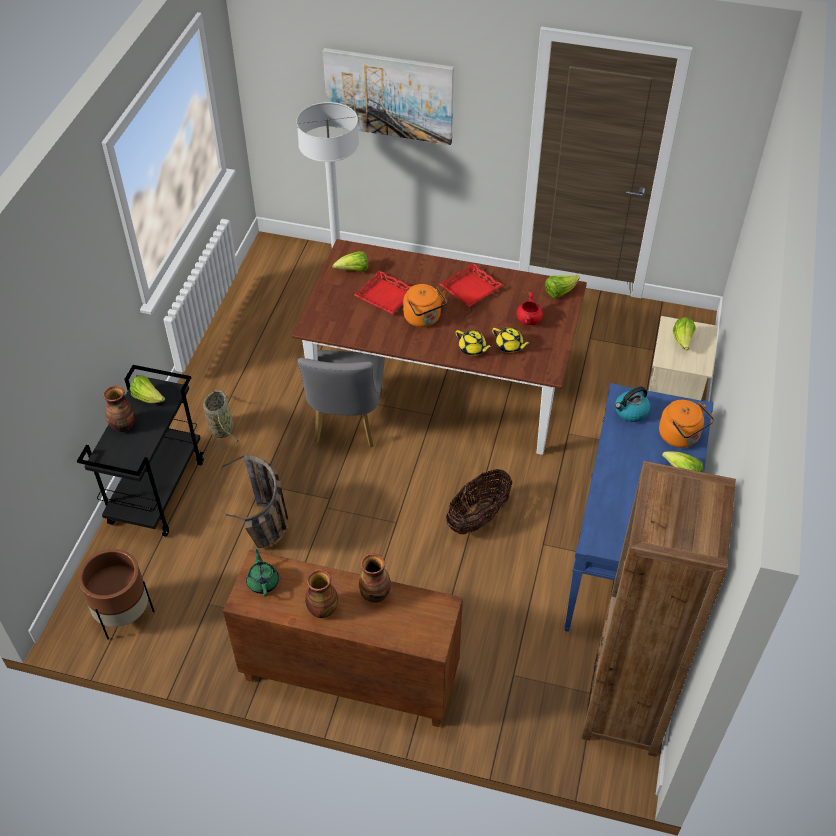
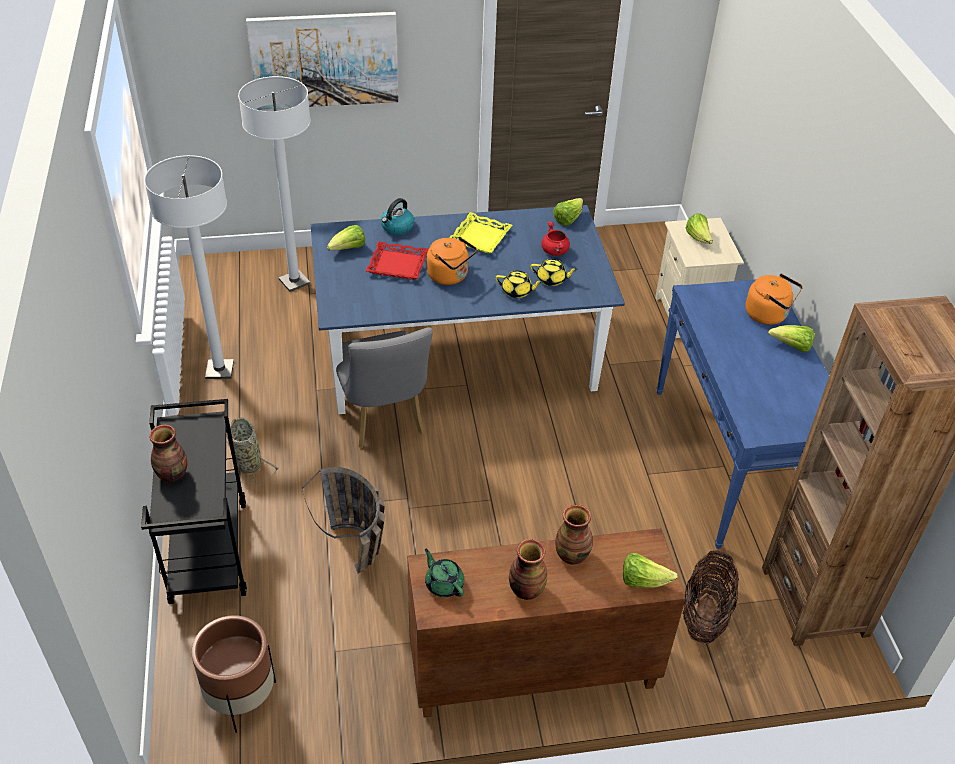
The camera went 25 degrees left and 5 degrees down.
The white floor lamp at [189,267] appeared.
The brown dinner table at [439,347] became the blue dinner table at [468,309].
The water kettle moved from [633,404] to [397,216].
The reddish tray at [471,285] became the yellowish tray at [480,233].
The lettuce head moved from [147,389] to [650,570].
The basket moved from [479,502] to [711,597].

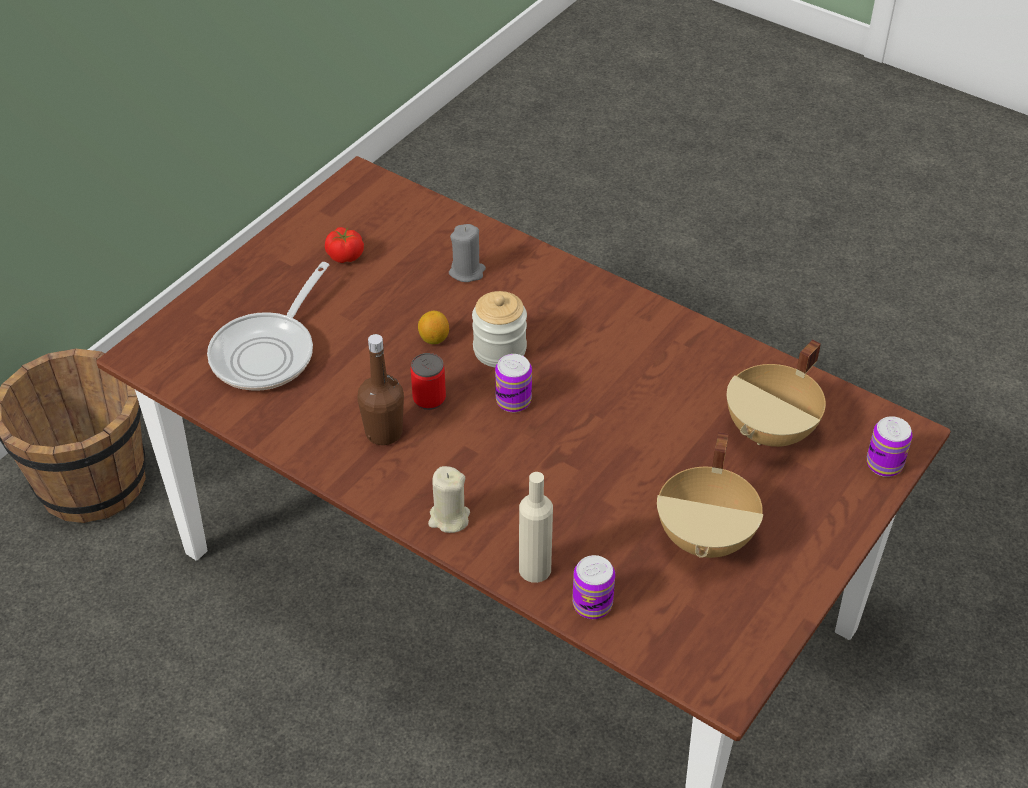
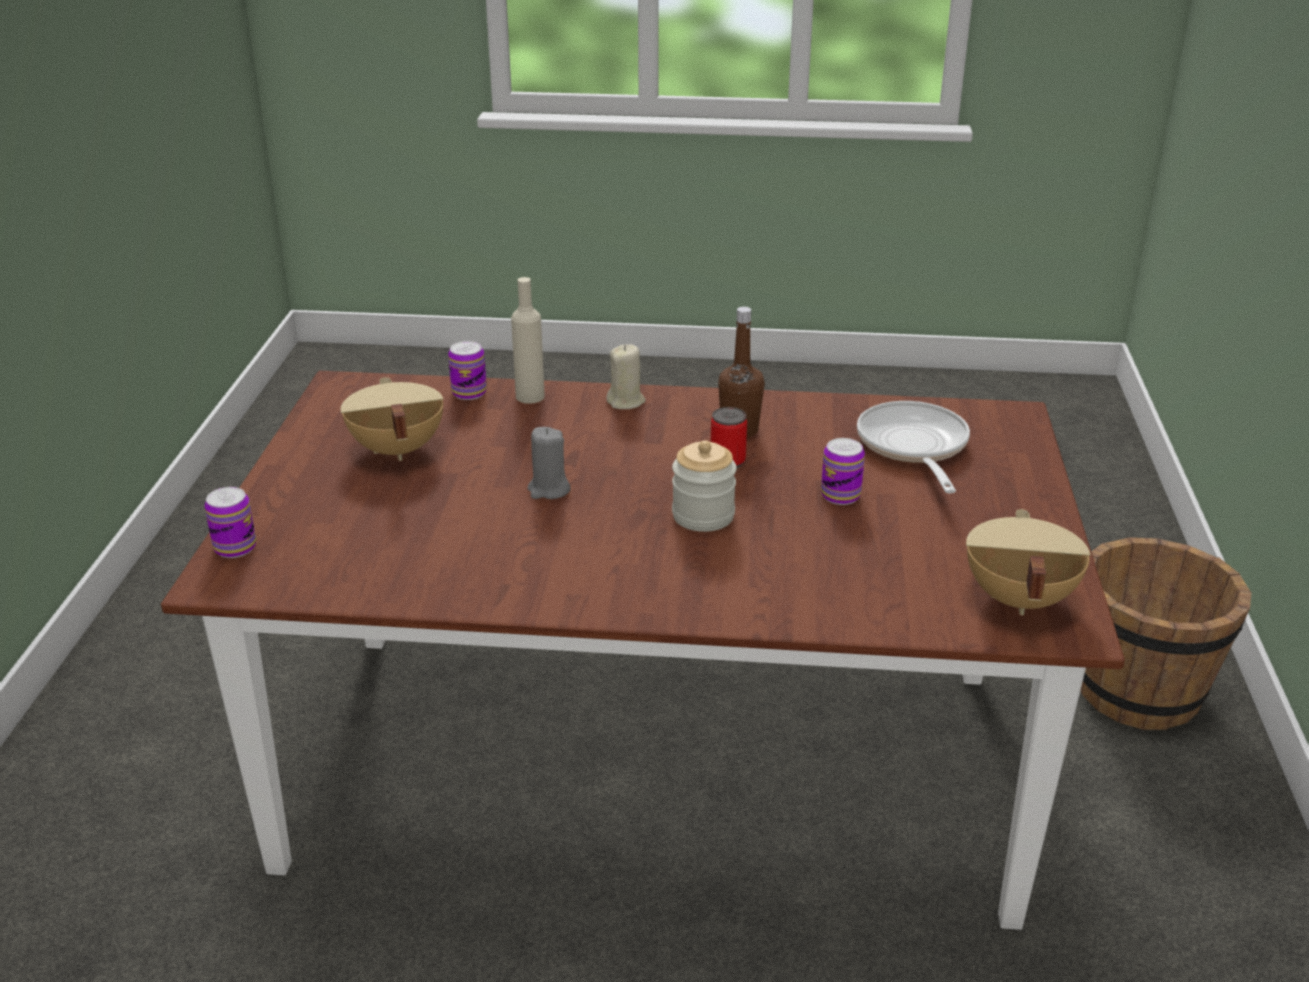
The camera went 150 degrees right and 15 degrees down.
The grey wax light moved from [467,253] to [549,463].
The metal can moved from [513,383] to [843,471].
The beige-coloured cooking pot moved from [776,393] to [1028,562].
The fresh tomato at [344,245] disappeared.
The lemon at [433,327] disappeared.

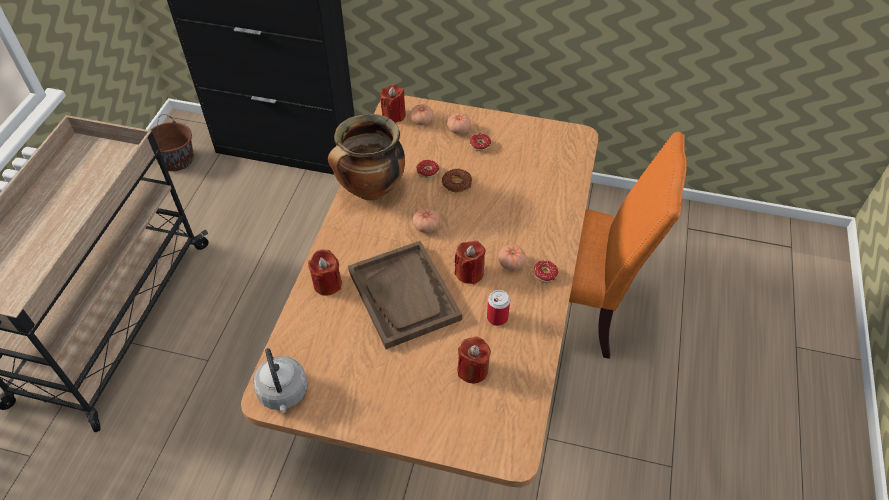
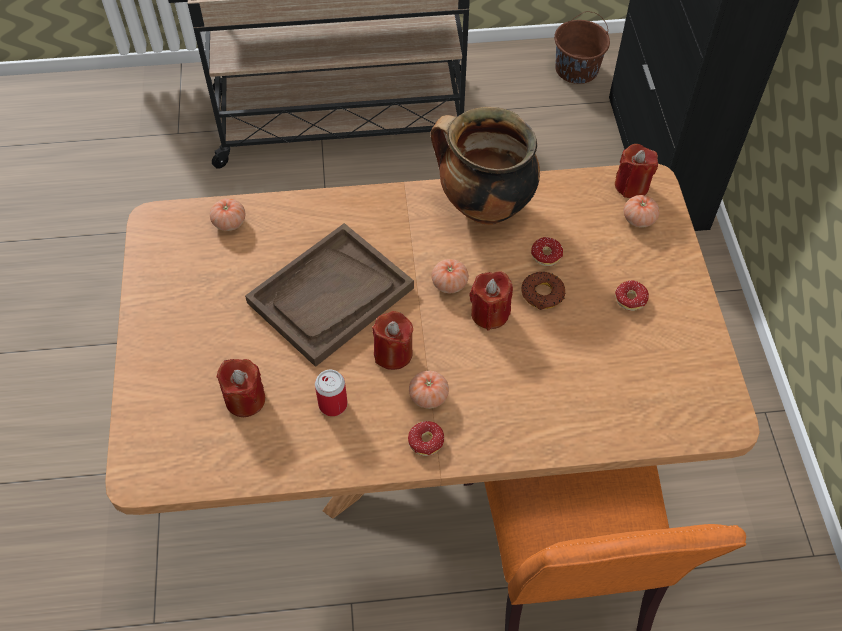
The camera went 70 degrees right and 5 degrees up.
The fresh tomato moved from [459,123] to [227,214].
The reddish wax light moved from [325,272] to [491,301].
The grey water kettle at [280,380] disappeared.

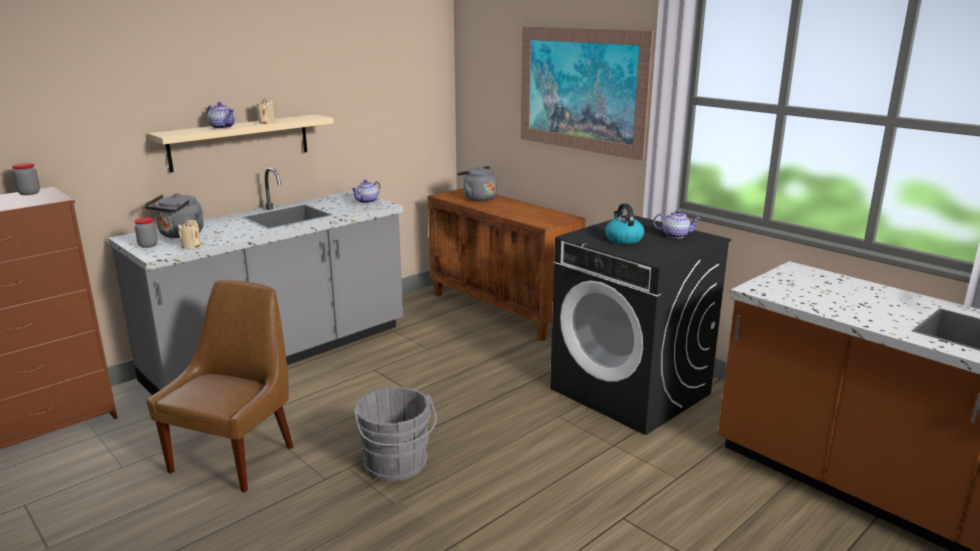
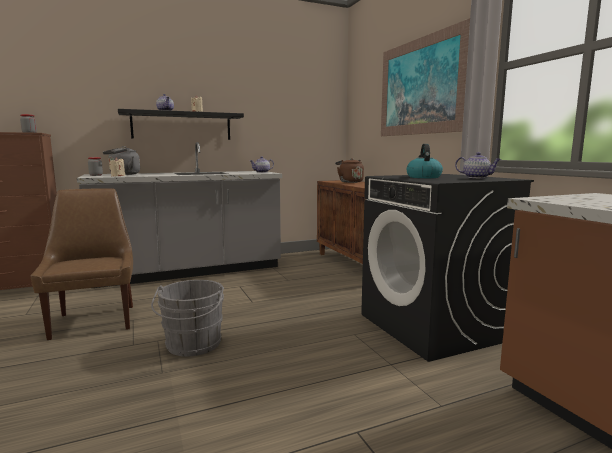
The camera went 20 degrees right and 10 degrees down.
The brown plain chair at [219,386] turned 60 degrees counterclockwise.
The beige-coloured shelf at [241,143] became the black shelf at [181,124].
The grey water kettle at [477,183] became the brown water kettle at [349,170].

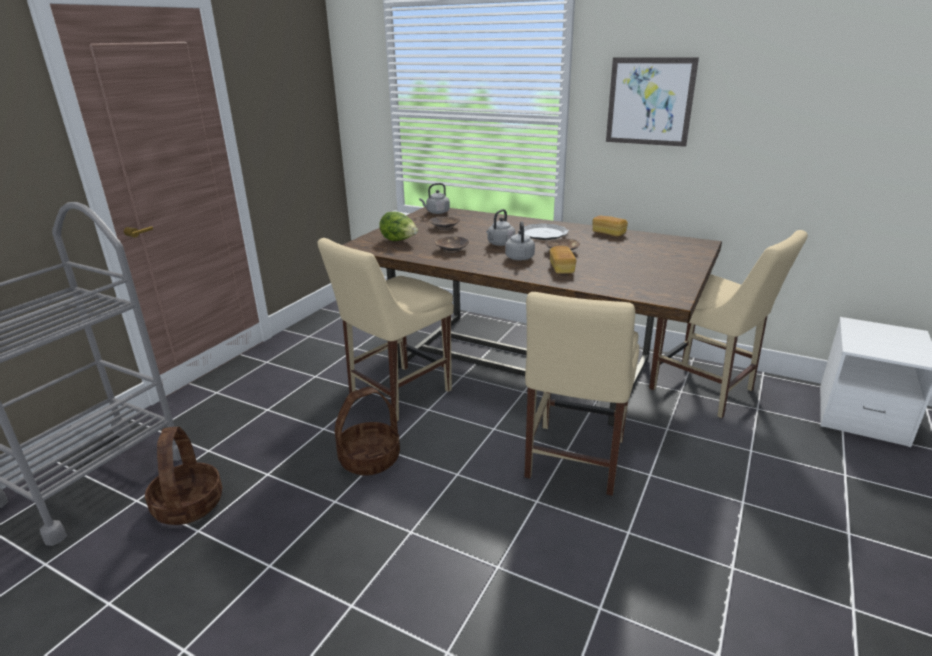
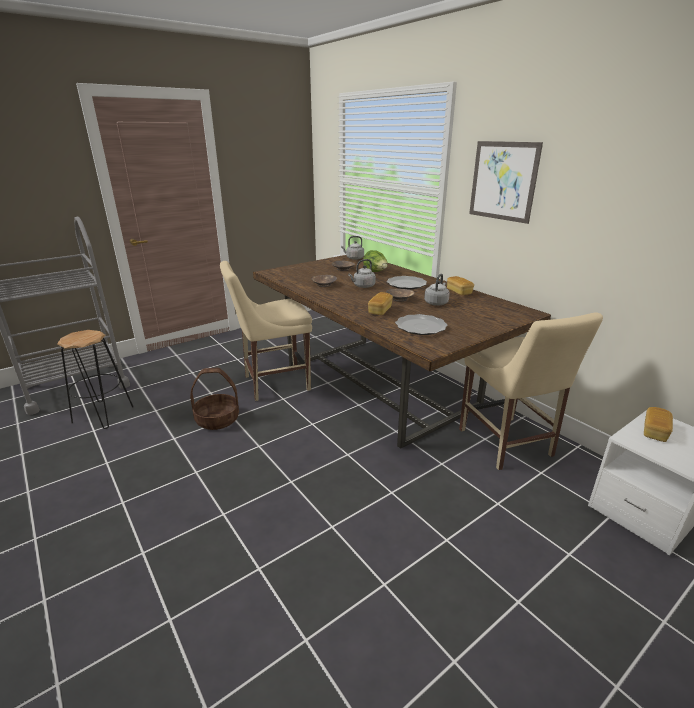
The camera went 25 degrees right and 0 degrees up.
The basket at [183,476] was replaced by the black stool at [95,379].
The lettuce head moved from [398,226] to [375,261].
The flat dish at [421,324] appeared.
The grey water kettle moved from [520,240] to [437,289].
The baked bread at [658,424] appeared.
The beige-coloured plain chair at [581,394] disappeared.

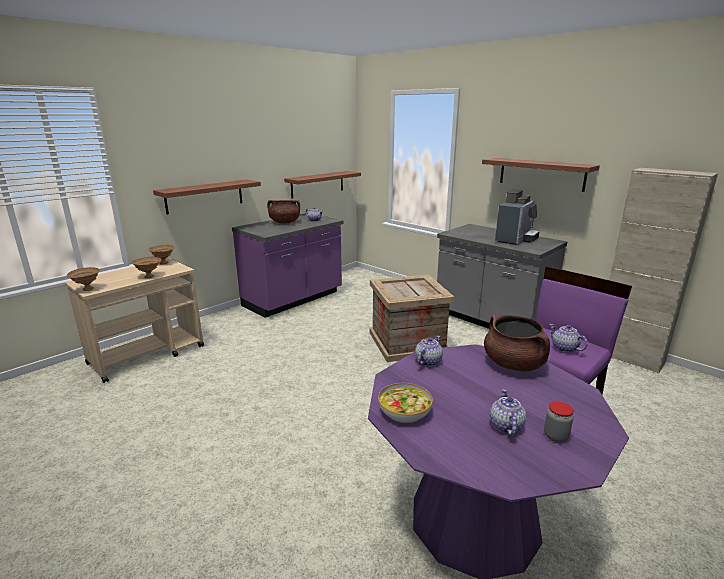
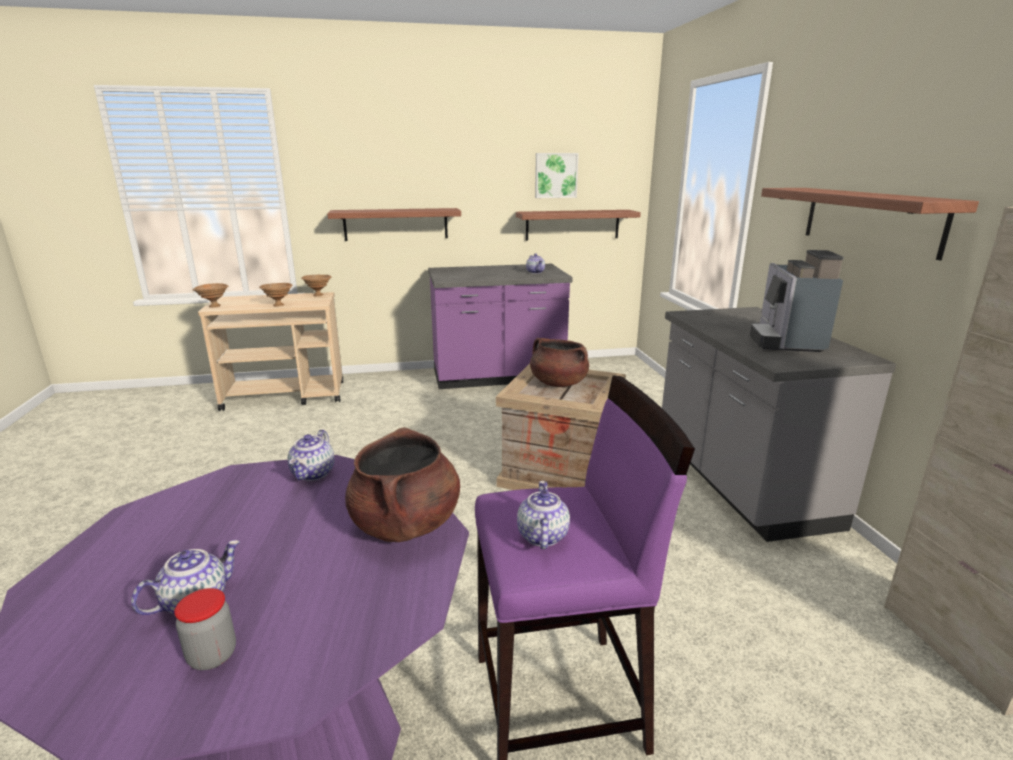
The camera went 35 degrees right and 0 degrees up.
The teapot at [429,351] turned 120 degrees clockwise.
The brown cooking pot moved from [283,212] to [559,362].
The wall art at [557,175] appeared.
The coffee maker at [517,217] turned 120 degrees clockwise.
The bowl at [405,403] disappeared.

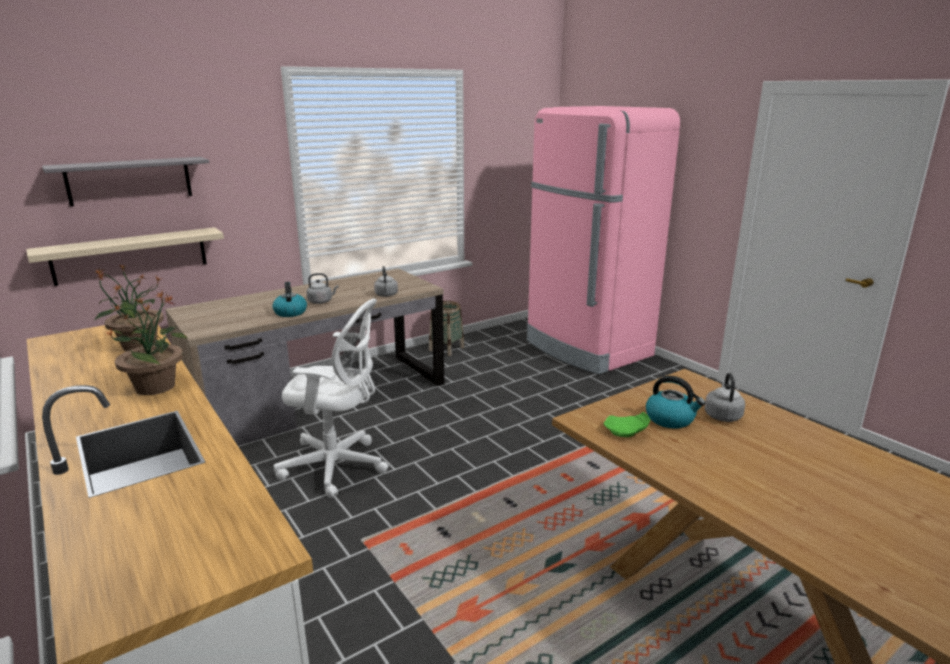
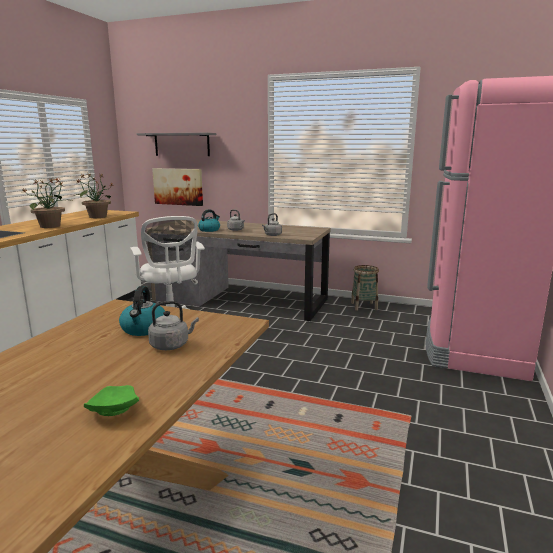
The camera went 55 degrees right and 5 degrees down.
The green flat dish moved from [627,424] to [111,400].
The beige-coloured shelf at [125,256] was replaced by the wall art at [177,187].

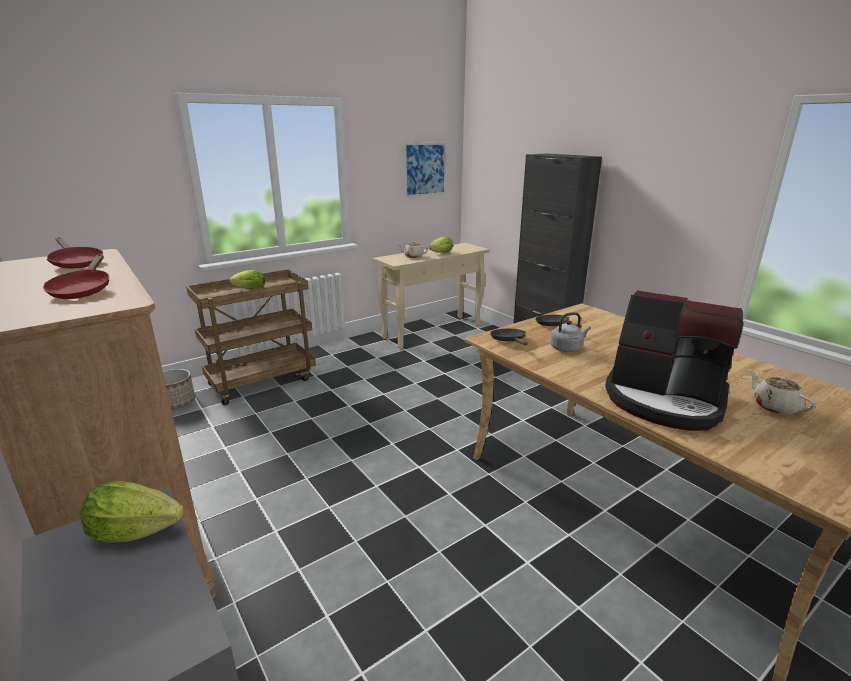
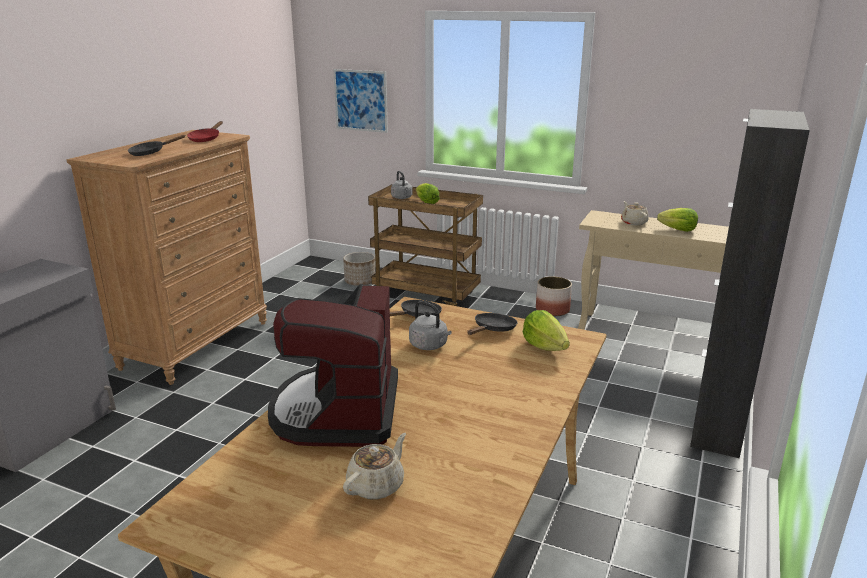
The camera went 60 degrees right and 0 degrees up.
The reddish frying pan at [76,276] became the black frying pan at [156,145].
The wall art moved from [425,170] to [360,101].
The grey water kettle at [402,185] appeared.
The lettuce head moved from [132,512] to [546,330].
The planter at [554,296] appeared.

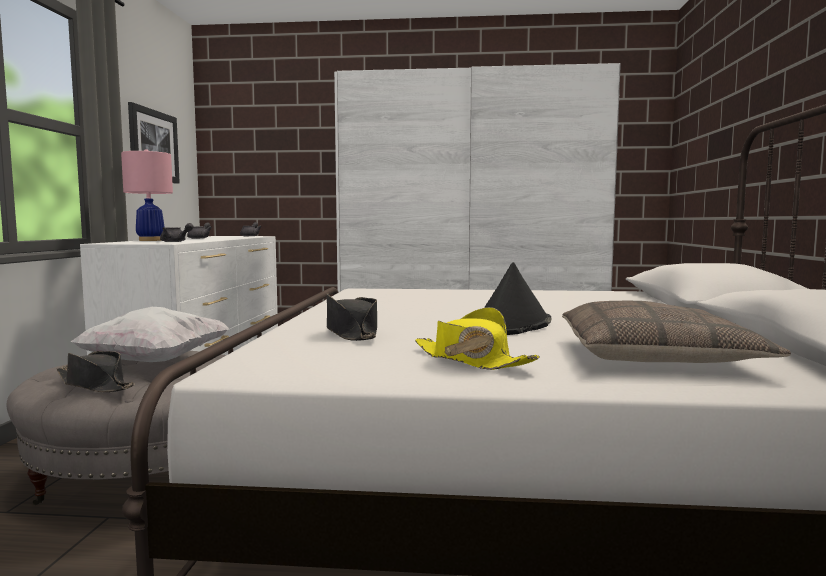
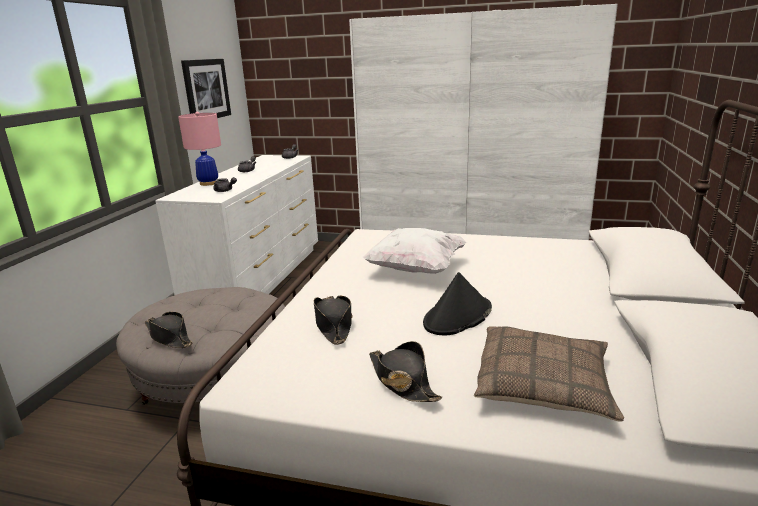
The camera went 10 degrees right and 15 degrees up.
The white pillow moved from [149,334] to [415,251].
The yellowish hat at [477,338] became the black hat at [405,371].

